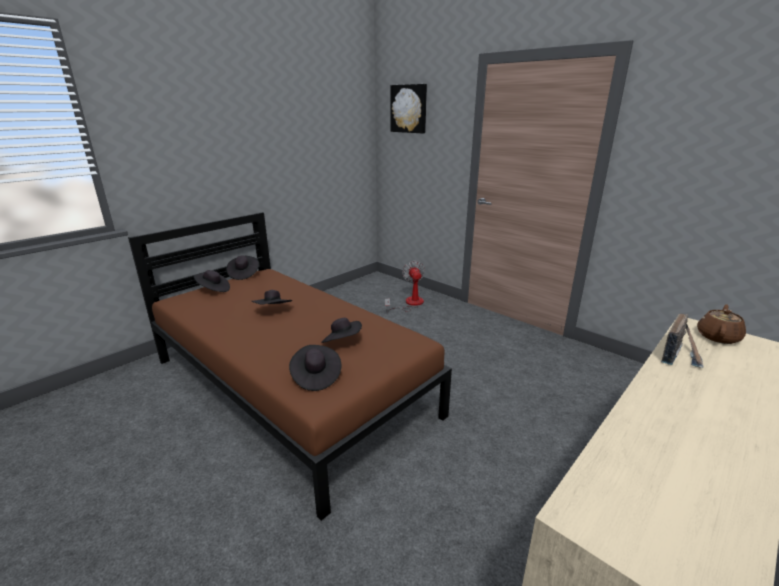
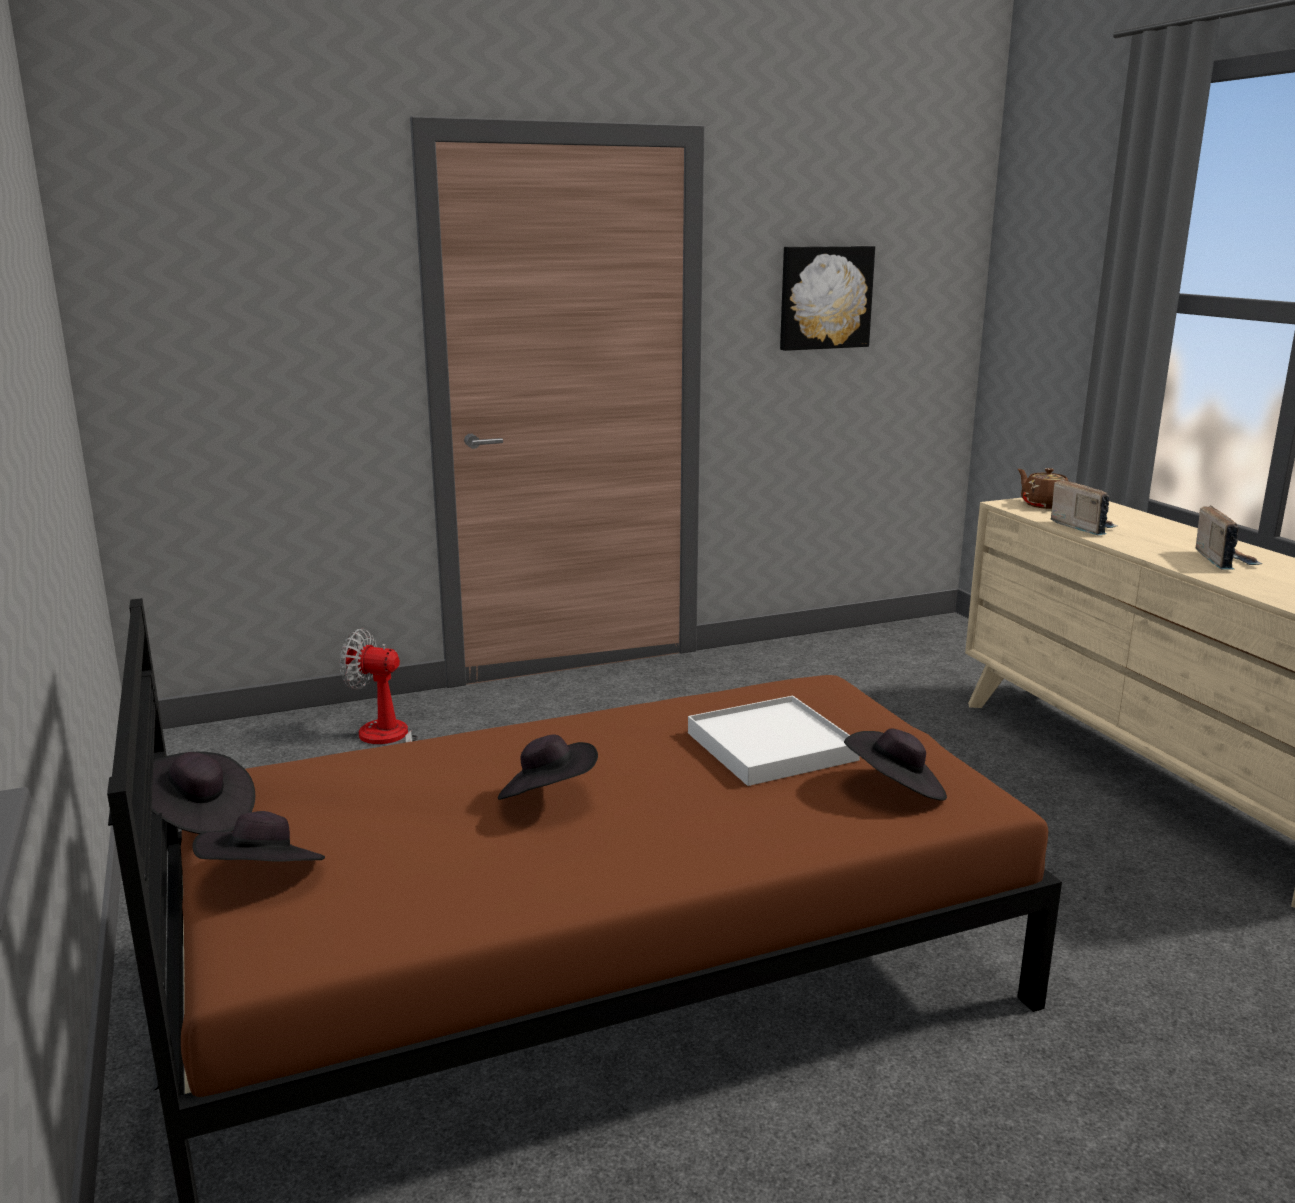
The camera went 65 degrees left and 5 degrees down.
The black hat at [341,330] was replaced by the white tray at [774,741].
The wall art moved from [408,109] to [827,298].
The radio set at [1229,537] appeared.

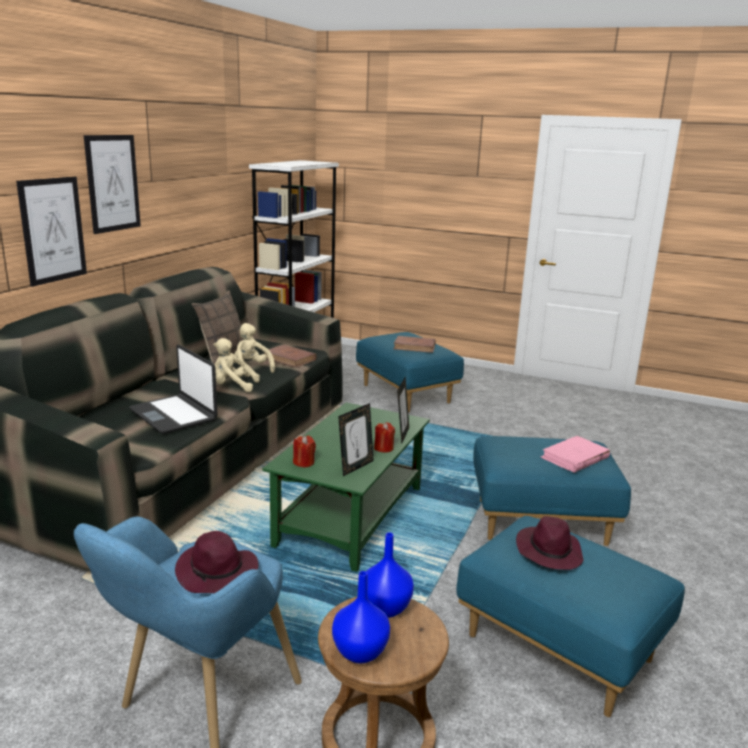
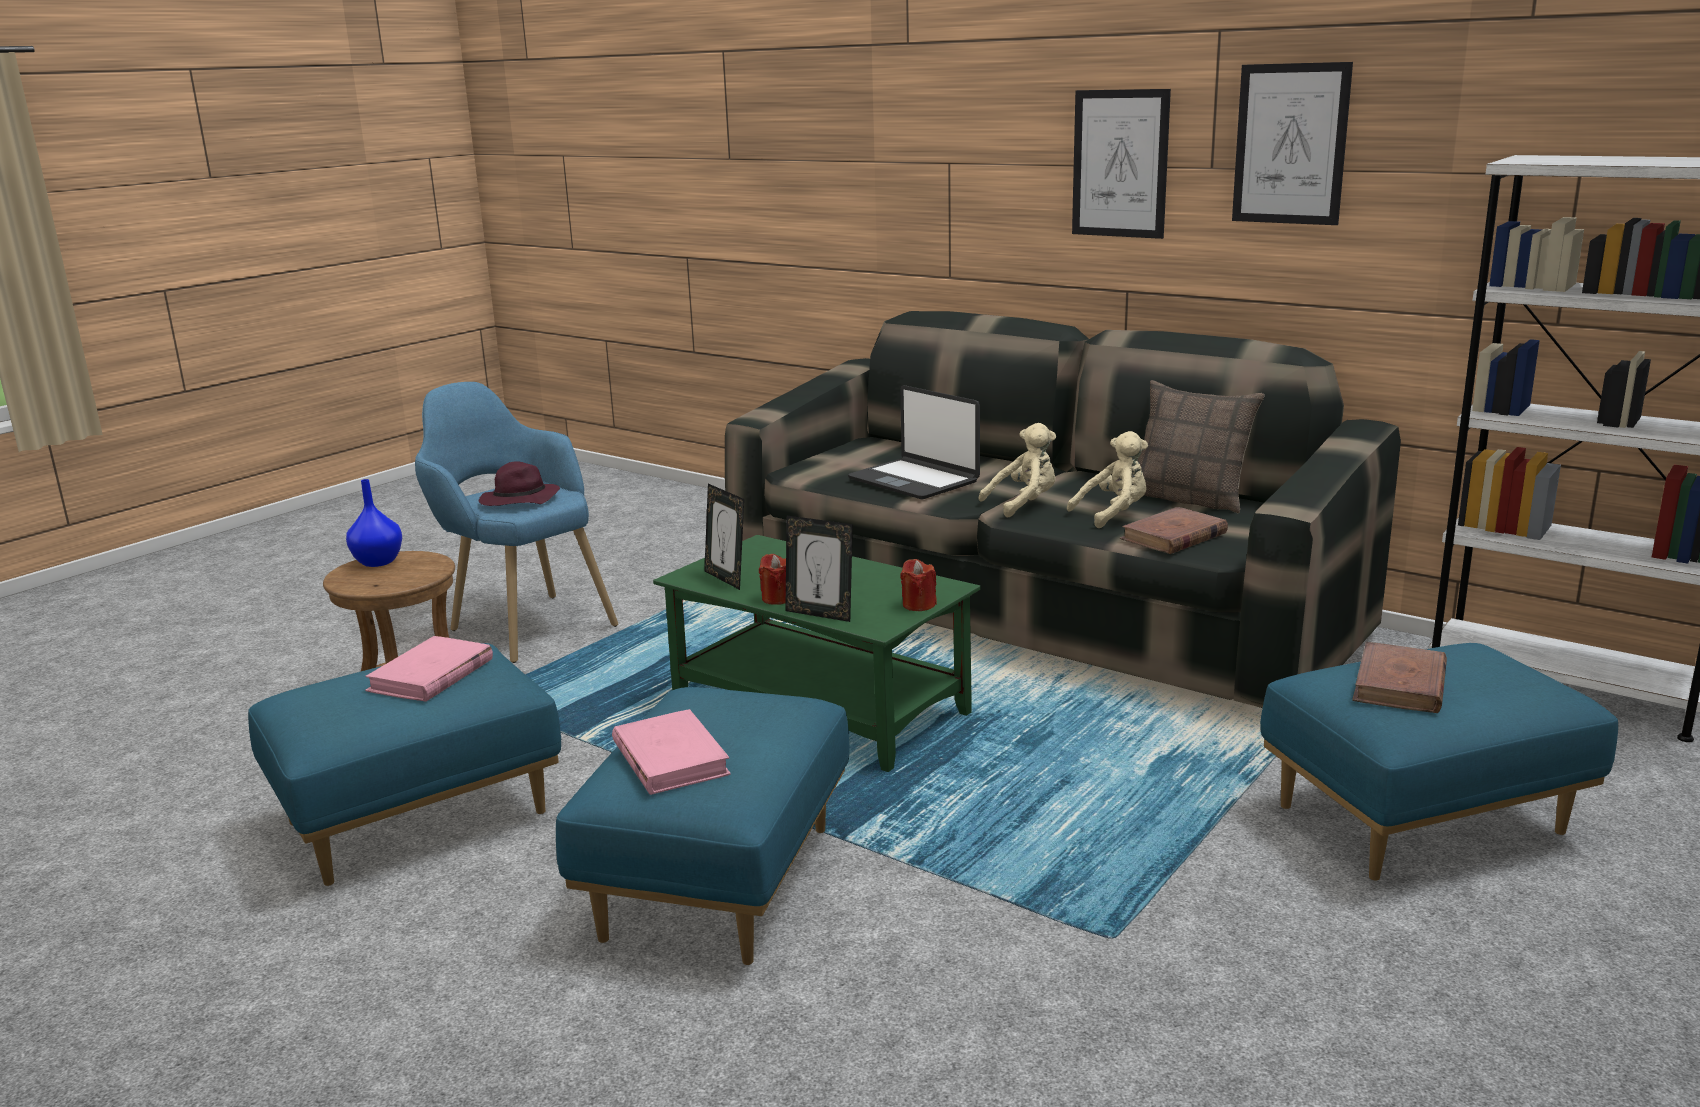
The camera went 105 degrees right and 0 degrees up.
The purple-coloured hat at [550,543] was replaced by the pinkish bound book at [429,669].
The laptop at [173,389] turned 105 degrees counterclockwise.
The reddish wax light moved from [304,451] to [918,585].
The beige-coloured plush toy at [237,365] turned 45 degrees clockwise.
The wall art moved from [51,231] to [1292,143].
The blue decorative vase at [390,575] disappeared.

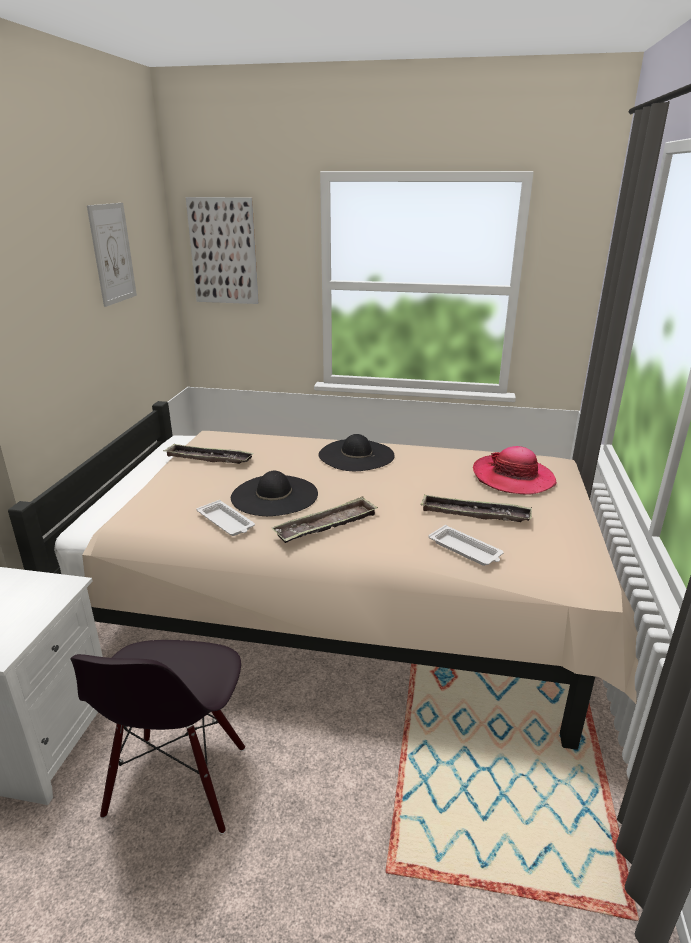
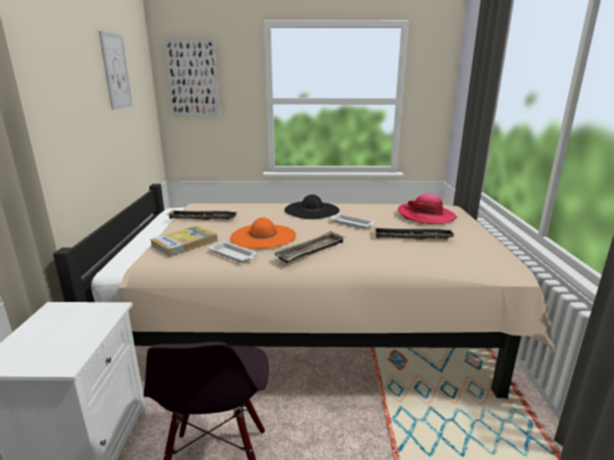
The camera went 10 degrees left and 5 degrees down.
The bound book at [184,241] appeared.
The black hat at [274,493] became the orange hat at [263,233].
The white tray moved from [466,545] to [352,221].

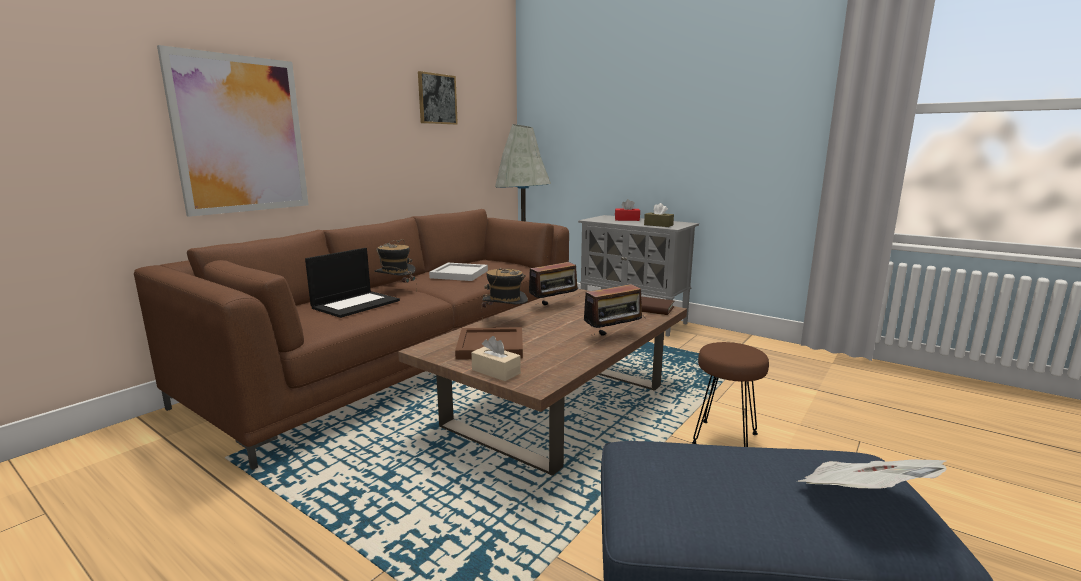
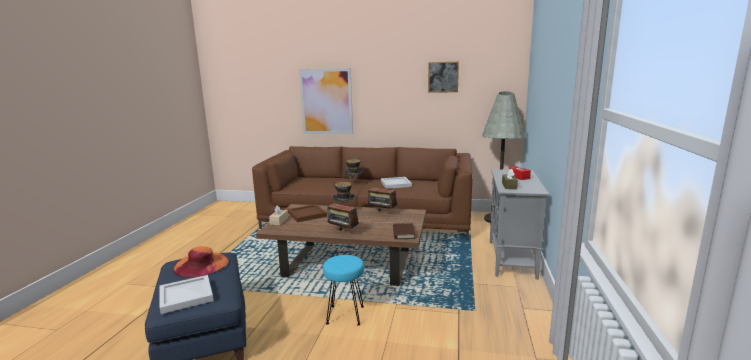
The camera went 65 degrees right and 0 degrees up.
The daily paper at [871,474] was replaced by the white tray at [186,294].
The orange hat at [201,262] appeared.
The brown stool at [730,394] became the turquoise-coloured stool at [343,290].
The laptop at [352,283] disappeared.

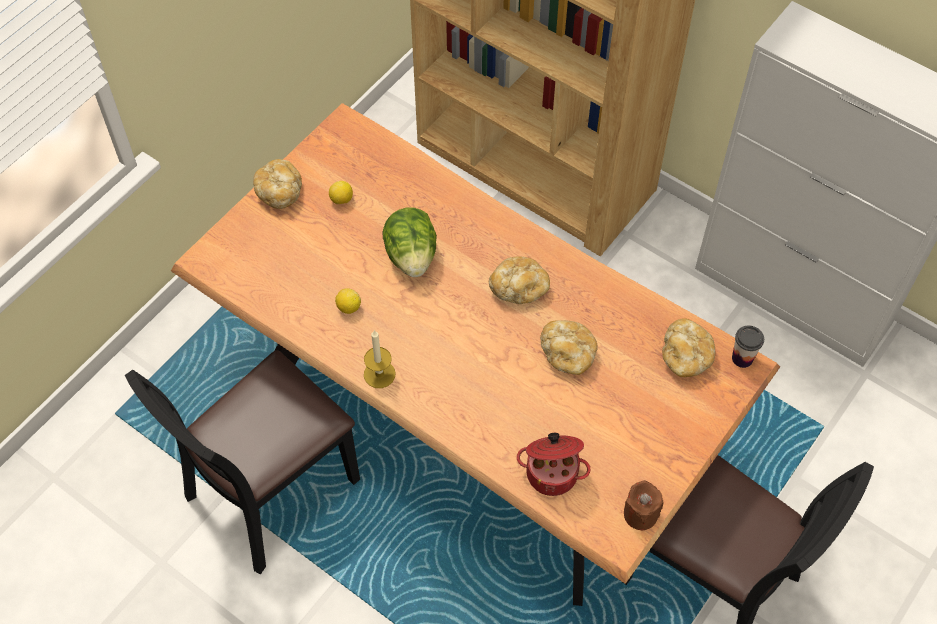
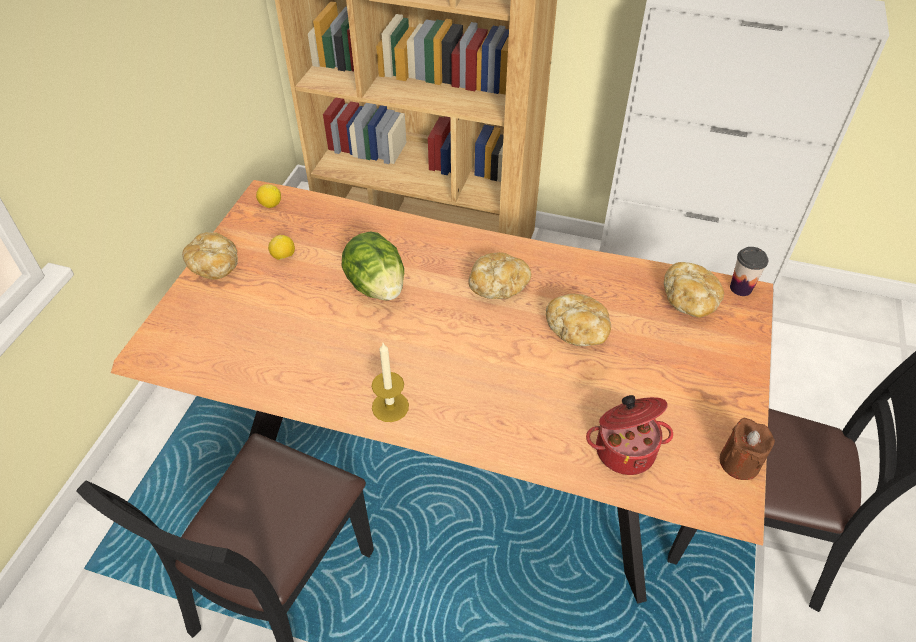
The camera went 20 degrees left and 10 degrees down.
The lemon moved from [348,301] to [268,196].

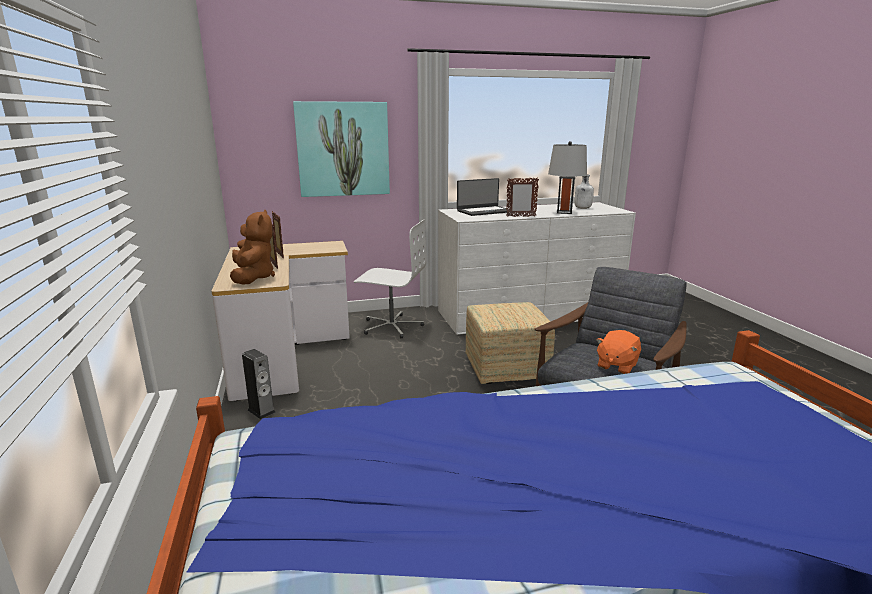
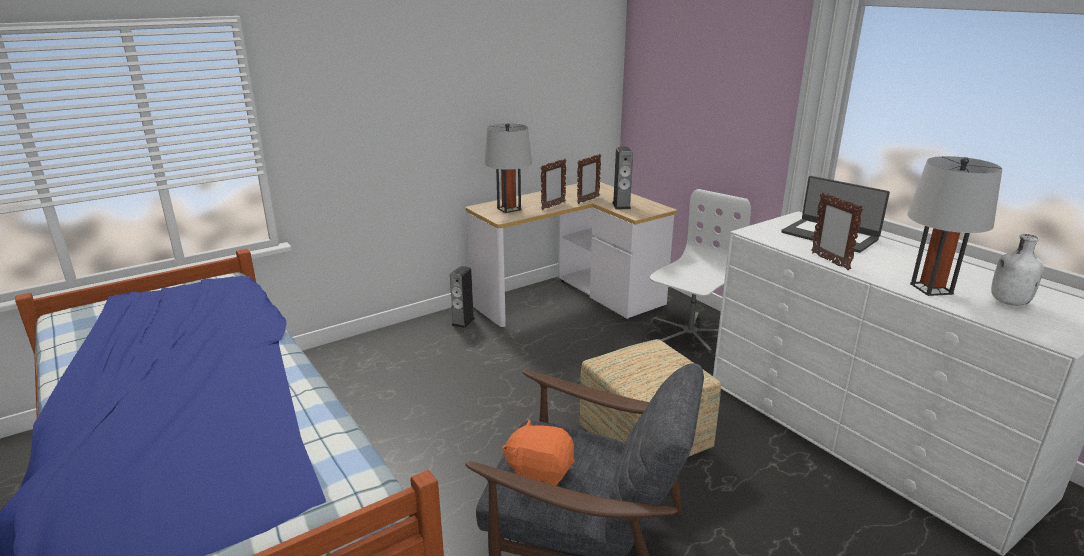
The camera went 70 degrees right and 5 degrees up.
The brown plush toy at [252,247] was replaced by the grey tabletop lamp at [508,168].
The audio speaker at [622,178] appeared.
The white office chair at [390,278] turned 135 degrees counterclockwise.
The wall art at [341,149] disappeared.

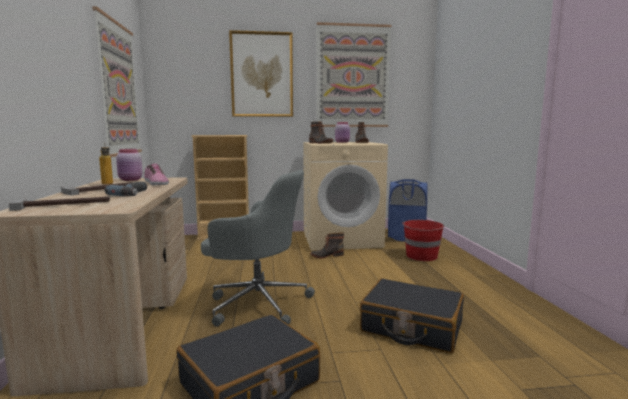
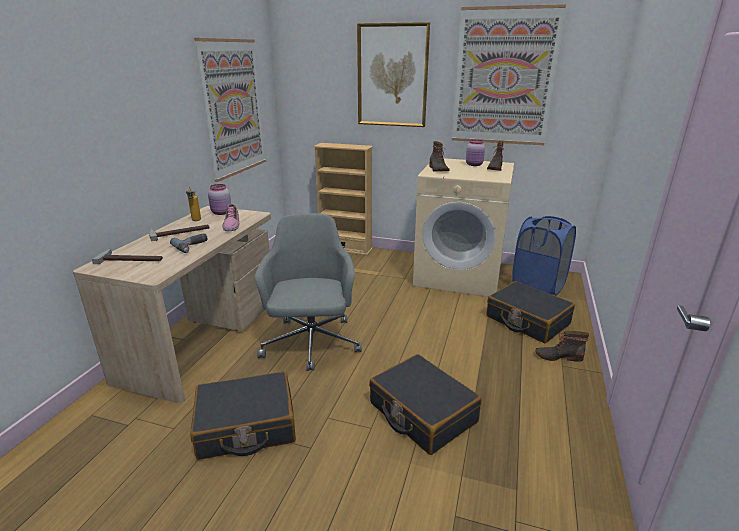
The camera went 25 degrees right and 15 degrees up.
The grey office chair at [258,248] turned 135 degrees counterclockwise.
The reddish bucket at [423,240] was replaced by the black travel case at [530,312].
The boot moved from [327,245] to [562,346].

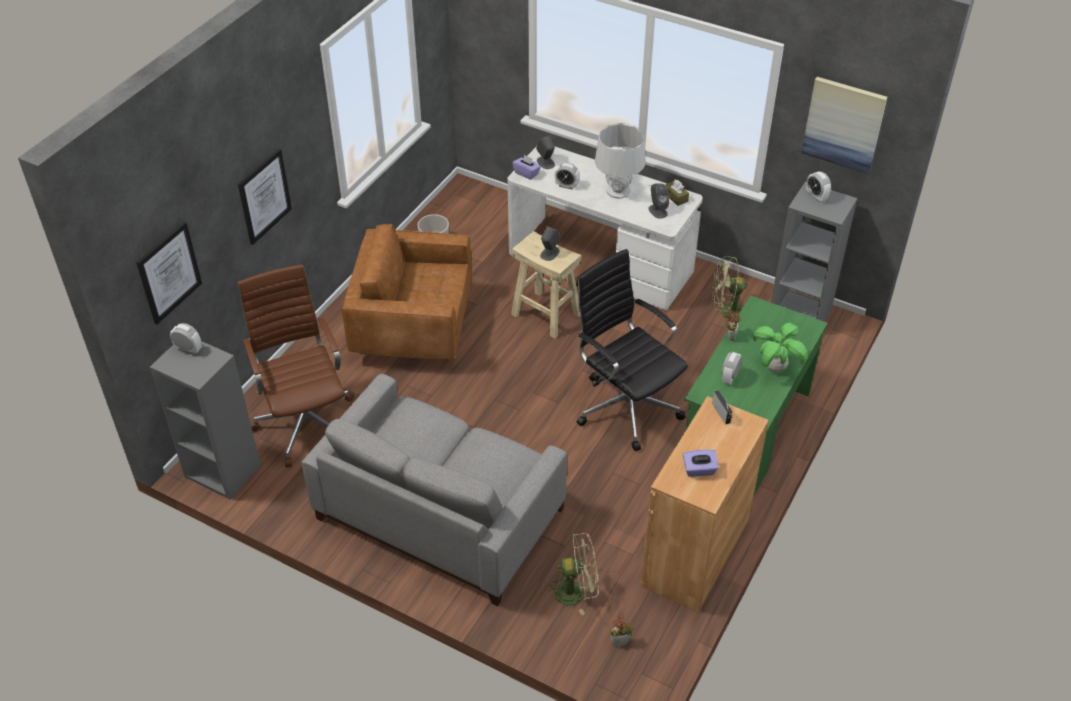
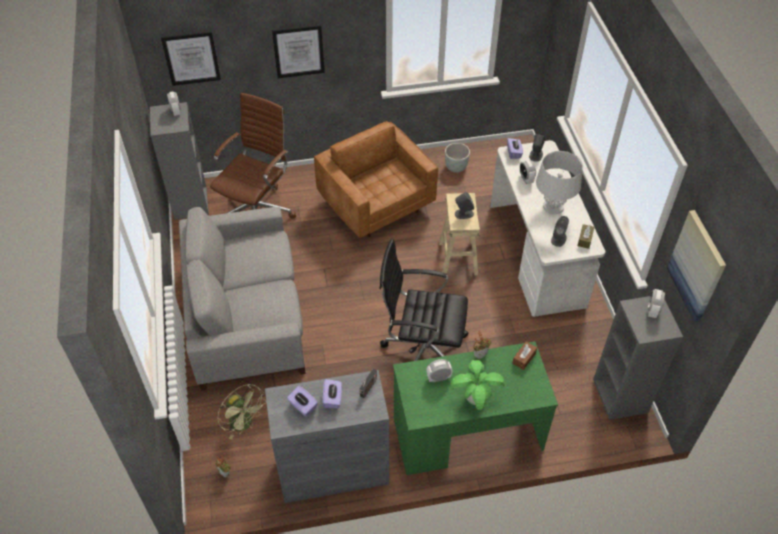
The camera went 50 degrees right and 5 degrees up.
The brown storage cabinet at [705,504] became the grey storage cabinet at [327,436].
The purple-coloured tissue holder at [332,393] appeared.
The black office chair at [632,350] turned 90 degrees counterclockwise.
The brown tissue holder at [524,356] appeared.
The green fan at [730,287] disappeared.

